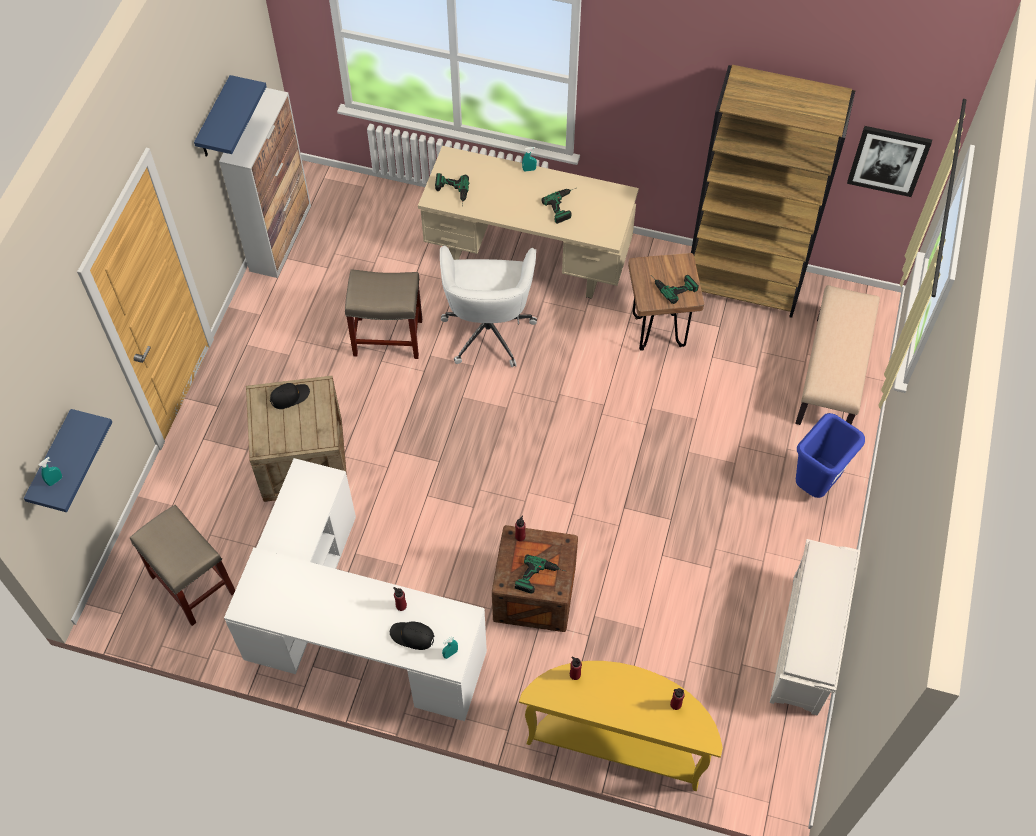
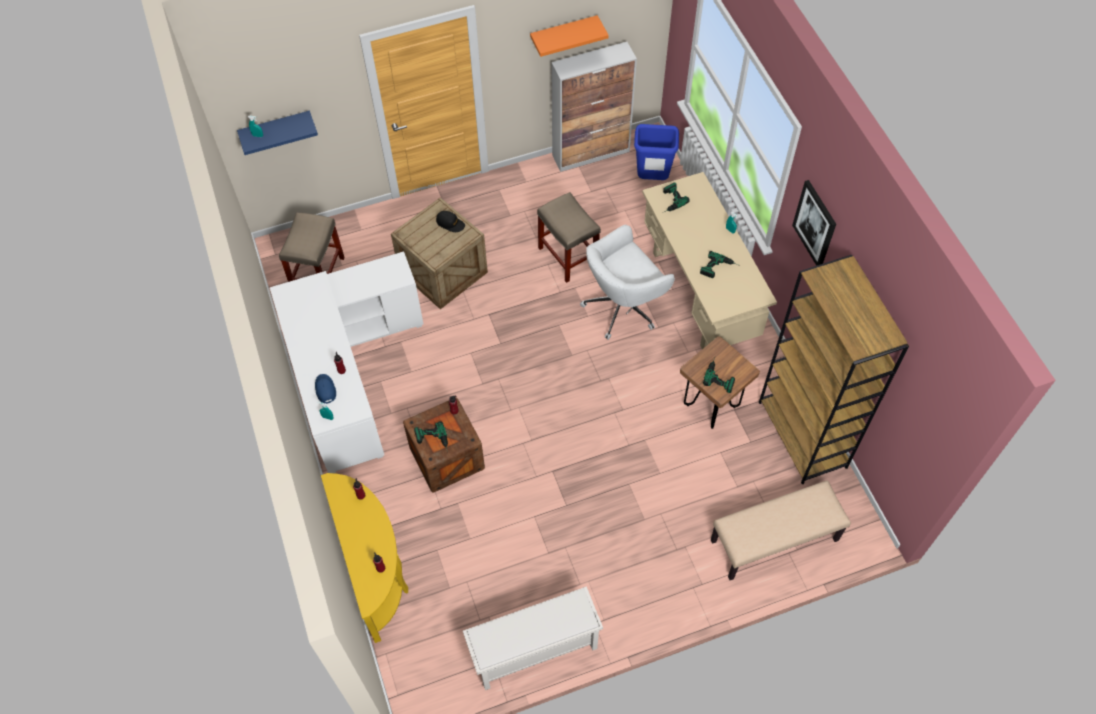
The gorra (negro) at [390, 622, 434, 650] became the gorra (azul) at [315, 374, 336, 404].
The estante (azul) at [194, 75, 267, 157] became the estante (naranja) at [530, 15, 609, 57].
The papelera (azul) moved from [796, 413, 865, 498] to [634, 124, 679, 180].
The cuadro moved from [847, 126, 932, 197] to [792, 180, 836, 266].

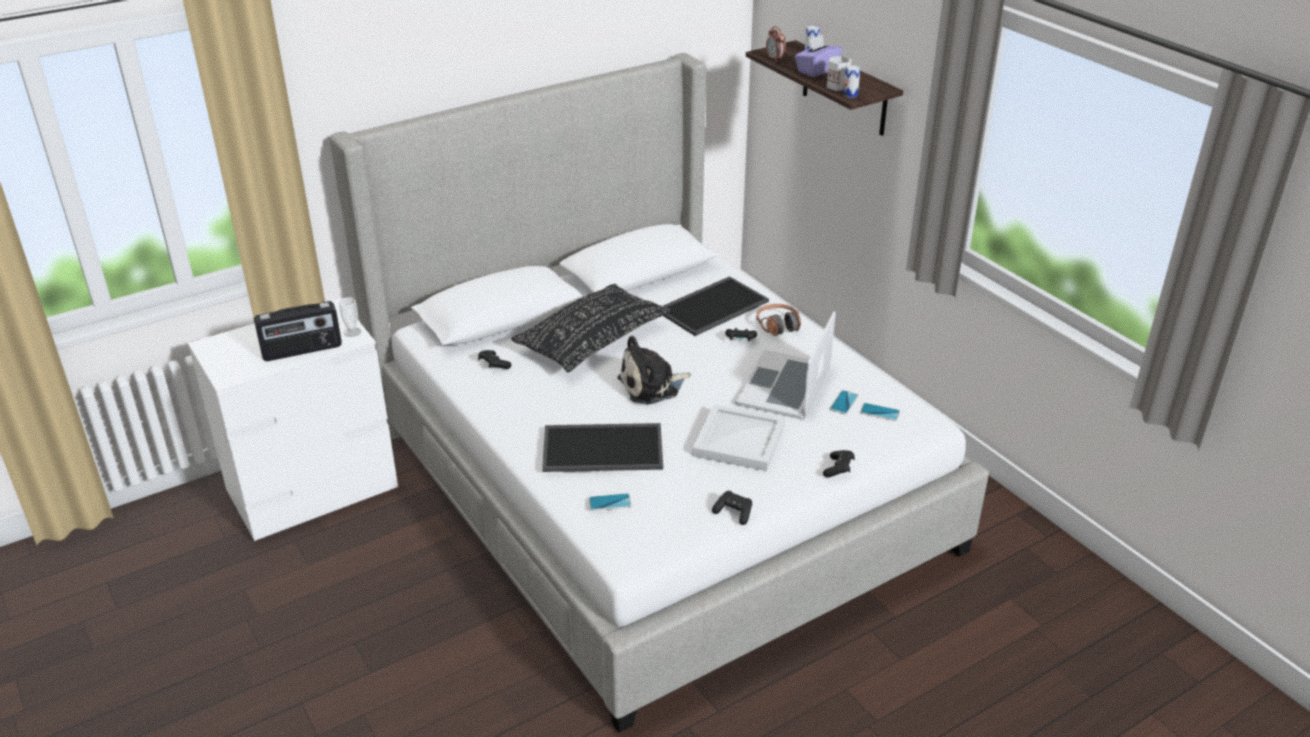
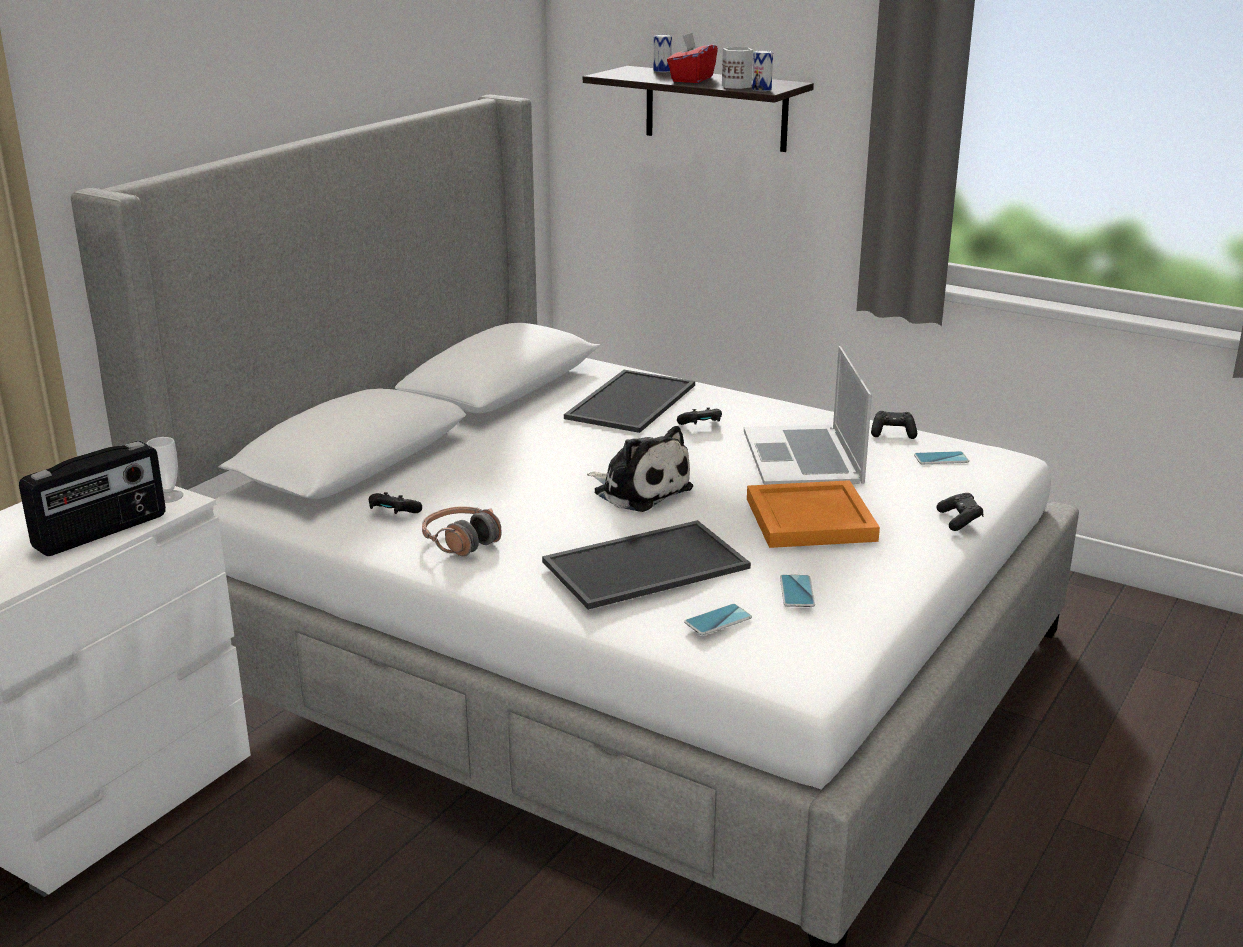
The auriculares moved from [756, 304, 801, 336] to [422, 506, 502, 556].
The peluche at [617, 335, 691, 405] turned 90 degrees counterclockwise.
The caja de pañuelos (morado) at [795, 35, 842, 77] became the caja de pañuelos (rojo) at [667, 33, 718, 83].
The bandeja (blanco) at [692, 404, 785, 471] became the bandeja (naranja) at [747, 480, 880, 548].
The móvil moved from [830, 390, 859, 415] to [780, 575, 815, 607].
The mando de consola (negro) moved from [712, 491, 752, 525] to [871, 411, 917, 439].
The cojín (negro) at [511, 284, 670, 372] disappeared.
The despertador at [766, 26, 786, 62] disappeared.

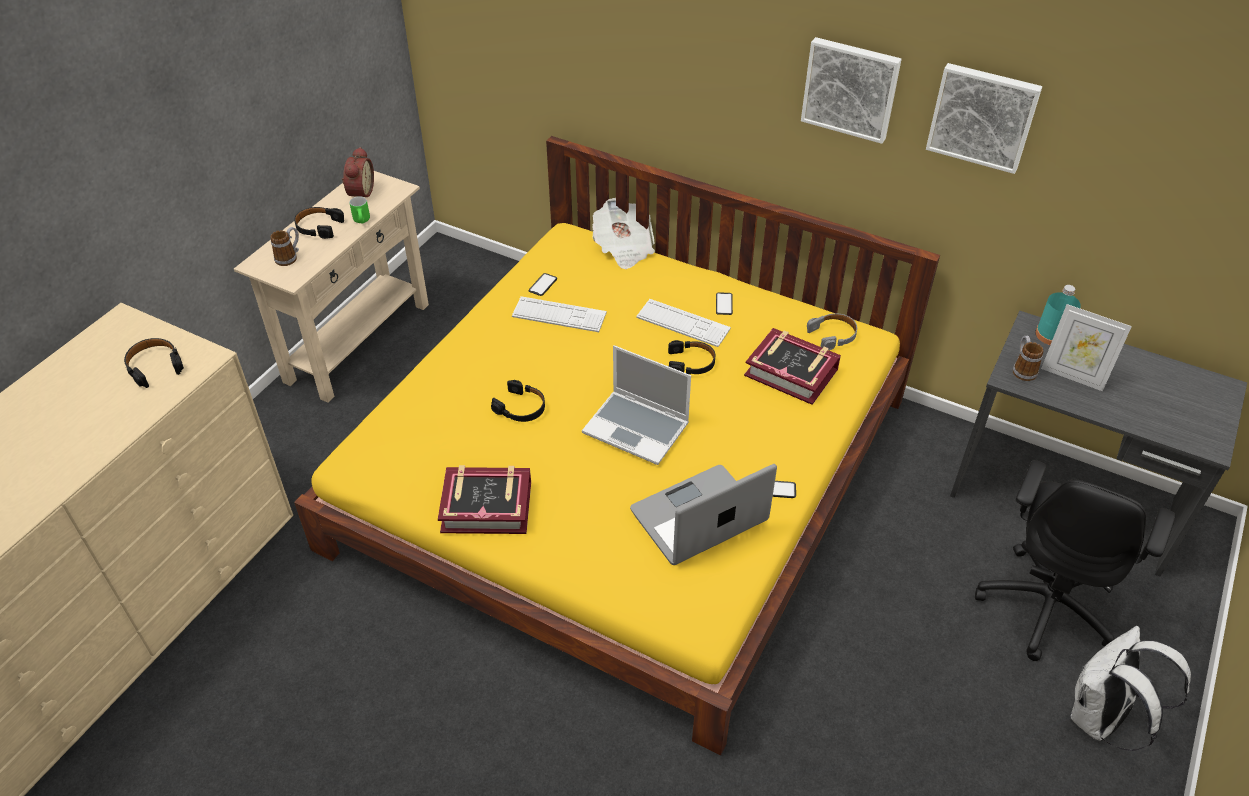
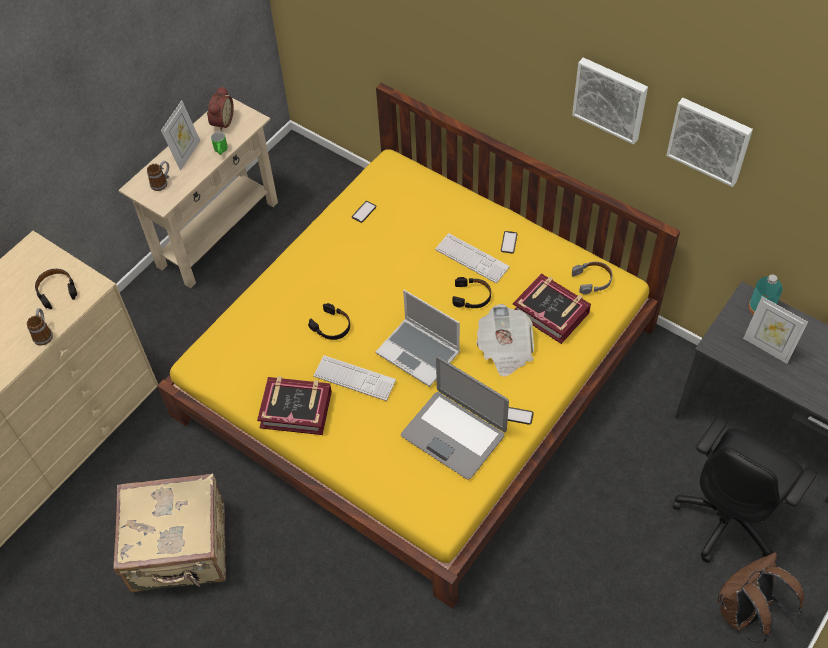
The taza grande moved from [1013, 336, 1043, 381] to [27, 308, 53, 345].
The maleta (beis) at [114, 473, 226, 592] appeared.
The auriculares (negro) at [294, 207, 344, 239] was replaced by the portarretratos at [161, 100, 200, 171].
The teclado moved from [512, 296, 607, 332] to [313, 355, 396, 401].
The portátil at [630, 464, 777, 565] turned 120 degrees counterclockwise.
The periódico moved from [592, 198, 655, 269] to [476, 304, 534, 377].
The mochila (blanco) at [1070, 626, 1191, 751] became the mochila (marrón) at [717, 552, 804, 643].

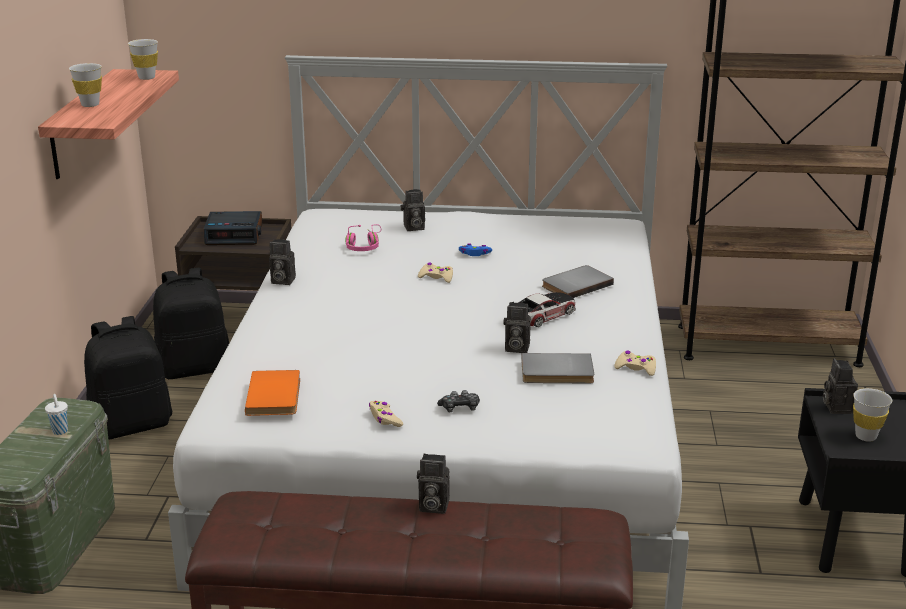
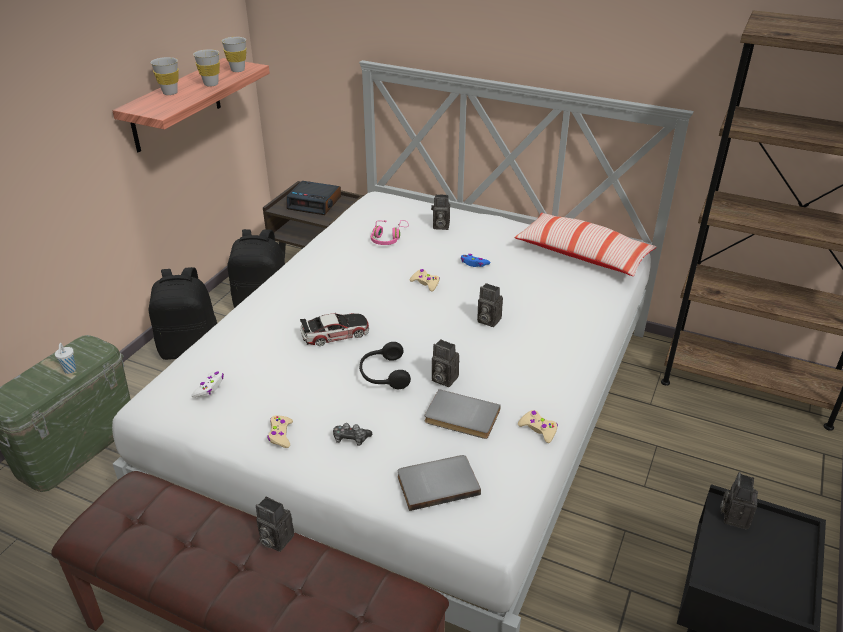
The libro (naranja) at [245, 370, 300, 416] was replaced by the mando de consola (blanco) at [191, 371, 224, 398].
The taza (blanco) moved from [853, 388, 892, 442] to [193, 49, 220, 87].
The coche de juguete moved from [511, 292, 576, 327] to [300, 313, 369, 346].
The auriculares (negro) at [359, 342, 411, 389] appeared.
The libro (gris) moved from [542, 265, 614, 298] to [398, 455, 481, 511].
The cámara moved from [269, 239, 296, 285] to [477, 283, 503, 327].
The cojín at [515, 213, 657, 276] appeared.

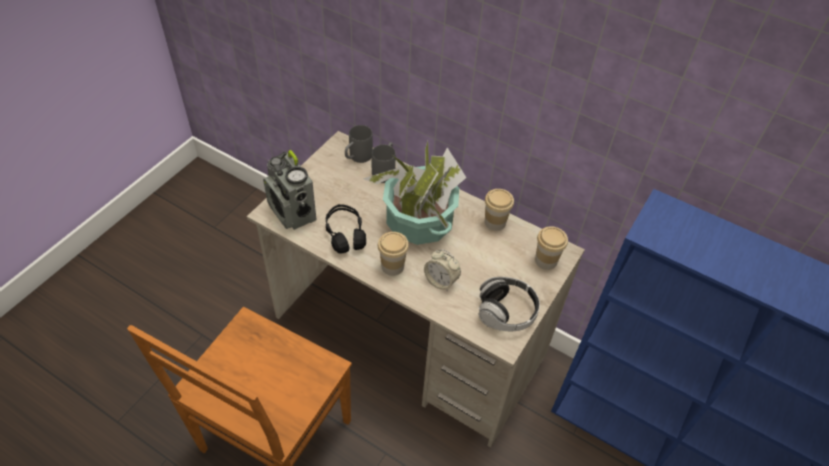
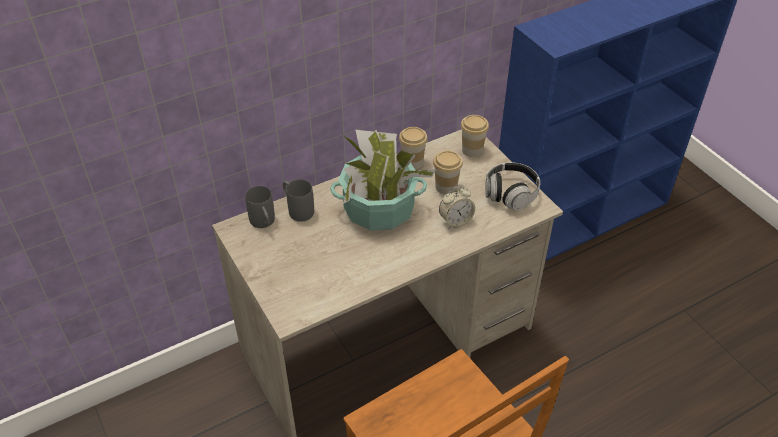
The taza moved from [378, 232, 409, 276] to [433, 151, 463, 195].
The radio at [263, 150, 317, 230] disappeared.
The auriculares (negro) at [326, 204, 366, 254] disappeared.

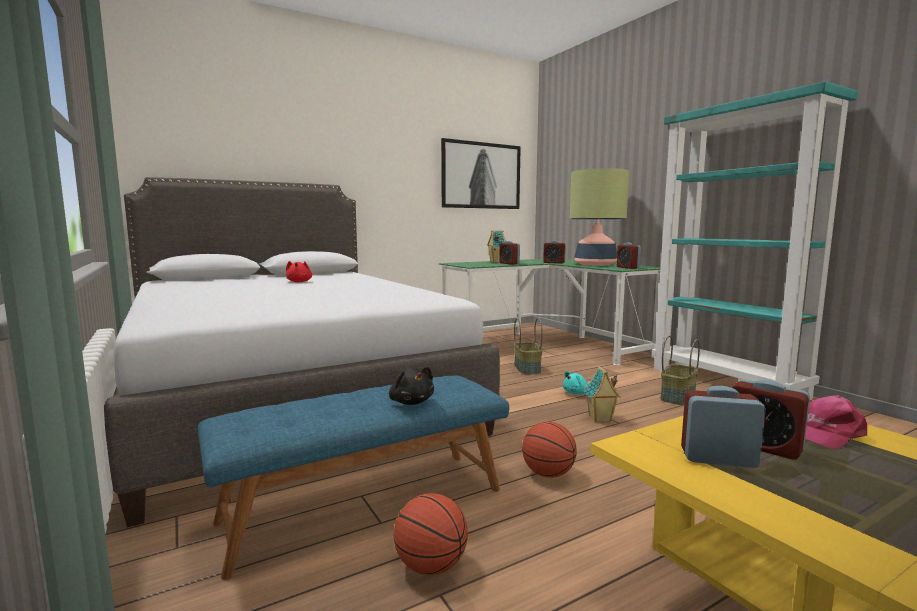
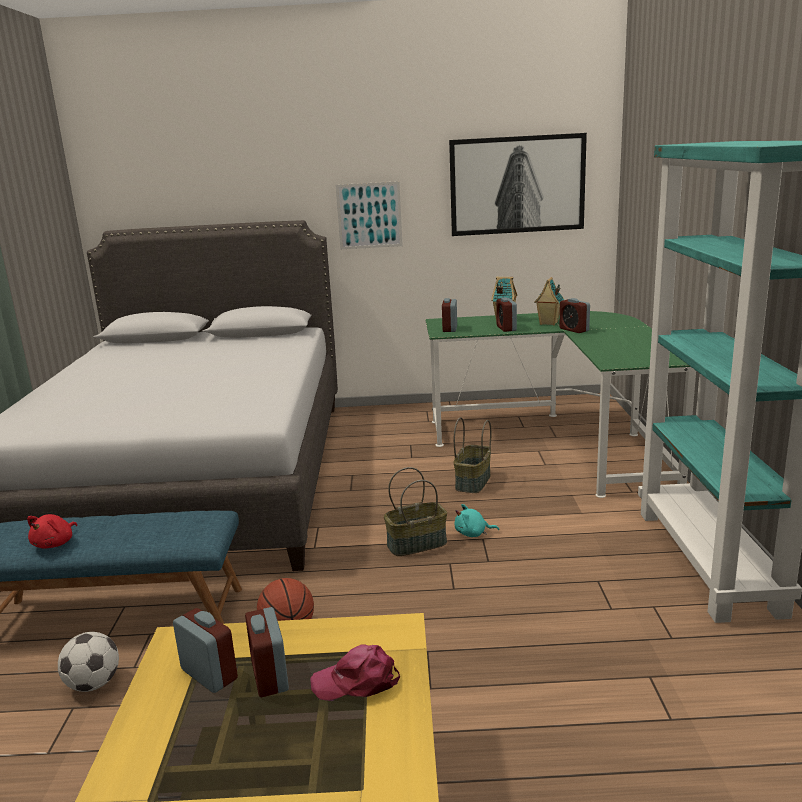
The peluche (rojo) moved from [286, 261, 312, 282] to [27, 514, 77, 548].
The balón de baloncesto at [394, 493, 468, 575] was replaced by the balón de fútbol at [58, 632, 119, 692].
The cuadro at [336, 181, 403, 249] appeared.
The cesta moved from [660, 336, 700, 405] to [384, 467, 447, 556].
The despertador moved from [617, 243, 641, 269] to [442, 298, 457, 332].
The casita moved from [583, 366, 621, 422] to [534, 277, 564, 326].
The peluche (negro) at [389, 367, 434, 405] disappeared.
The lámpara de mesa at [570, 168, 629, 266] disappeared.

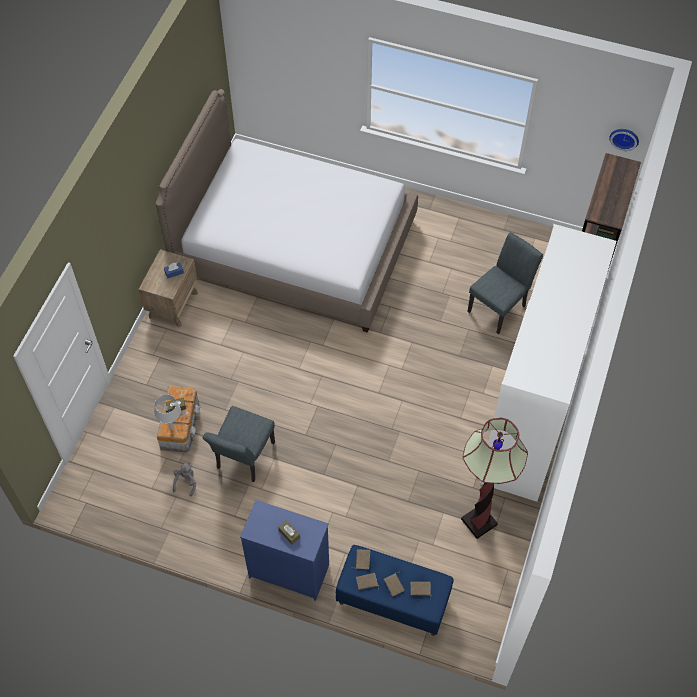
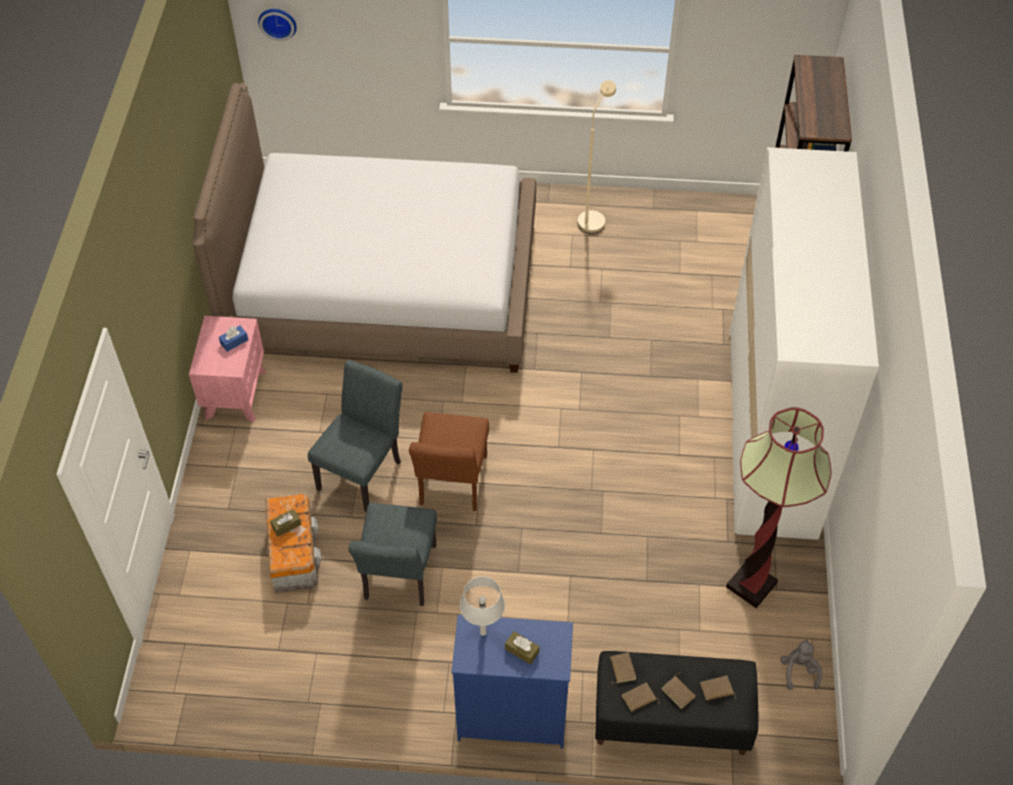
The mesita de noche (marrón) at [139, 249, 198, 328] became the mesita de noche (rosa) at [189, 316, 266, 422].
The reloj de pared moved from [609, 129, 639, 151] to [258, 9, 297, 41].
The silla (gris) moved from [467, 232, 543, 334] to [308, 360, 402, 512].
The silla (marrón) at [409, 412, 489, 511] appeared.
The lámpara de mesa (gris) moved from [154, 394, 181, 430] to [460, 576, 505, 636].
The lámpara de pie (beis) at [578, 80, 616, 234] appeared.
The banco (azul) at [336, 545, 453, 636] became the banco (negro) at [595, 651, 758, 755].
The peluche (gris) moved from [173, 462, 196, 497] to [780, 638, 822, 690].

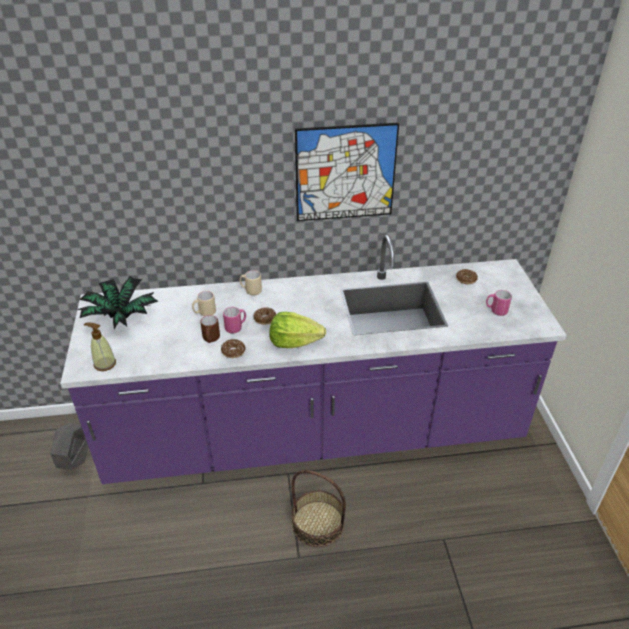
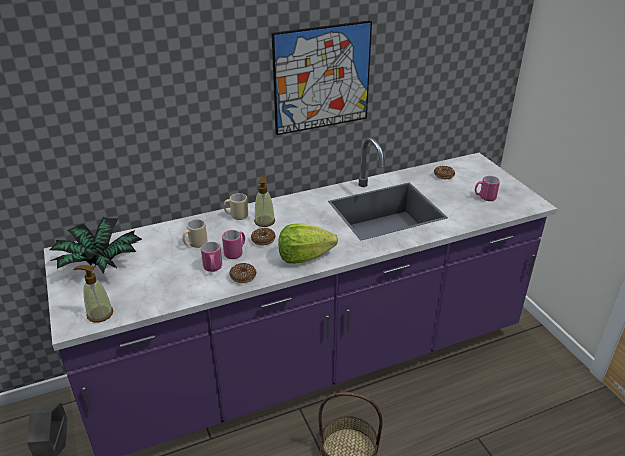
The taza grande (marrón) at [200, 315, 220, 343] became the taza grande (rosa) at [201, 242, 222, 272].
The dispensador de jabón at [254, 175, 275, 227] appeared.

